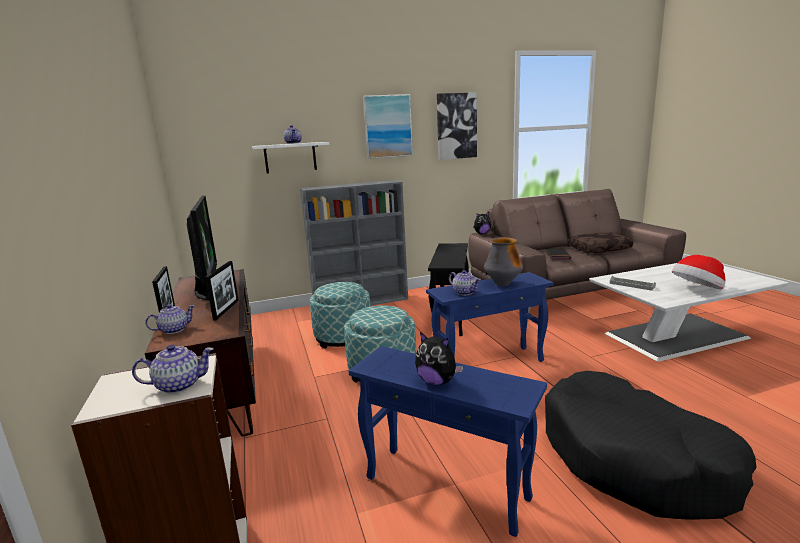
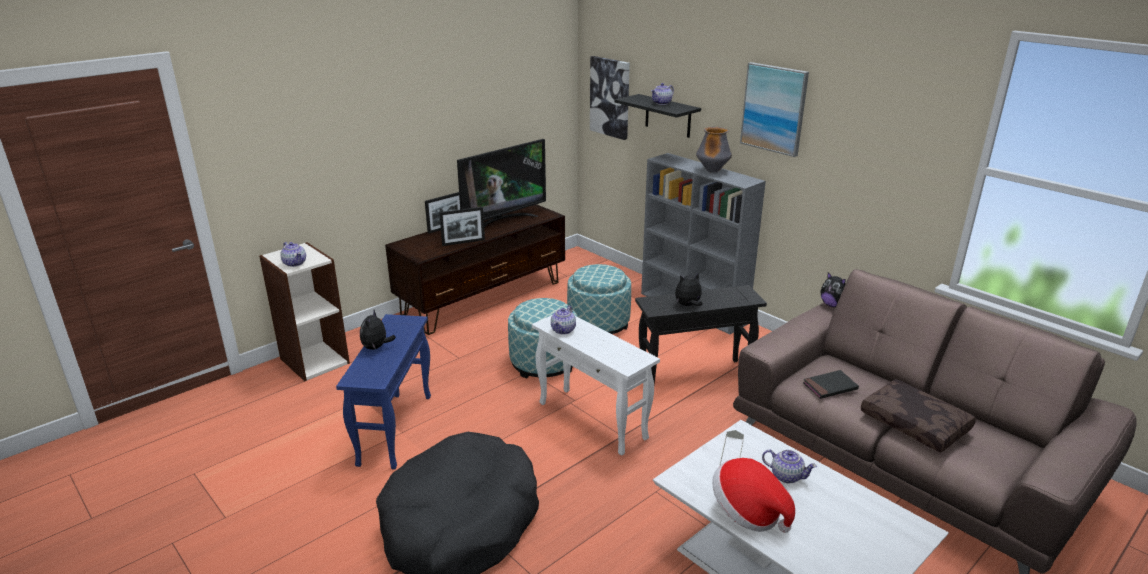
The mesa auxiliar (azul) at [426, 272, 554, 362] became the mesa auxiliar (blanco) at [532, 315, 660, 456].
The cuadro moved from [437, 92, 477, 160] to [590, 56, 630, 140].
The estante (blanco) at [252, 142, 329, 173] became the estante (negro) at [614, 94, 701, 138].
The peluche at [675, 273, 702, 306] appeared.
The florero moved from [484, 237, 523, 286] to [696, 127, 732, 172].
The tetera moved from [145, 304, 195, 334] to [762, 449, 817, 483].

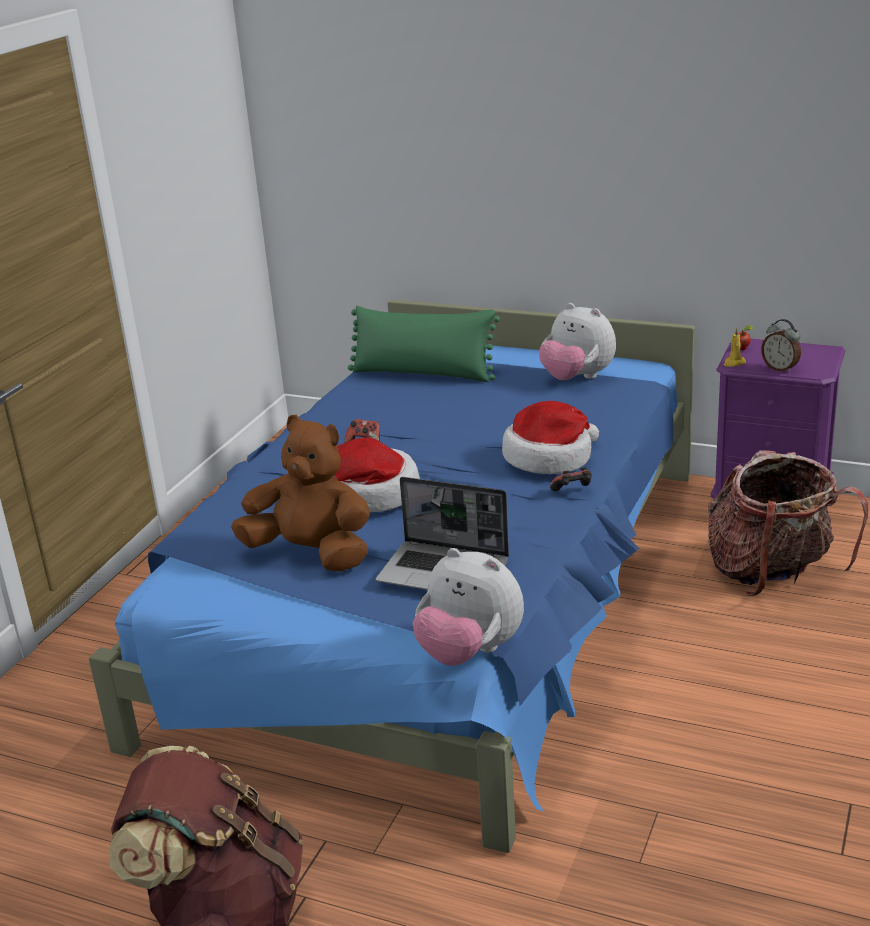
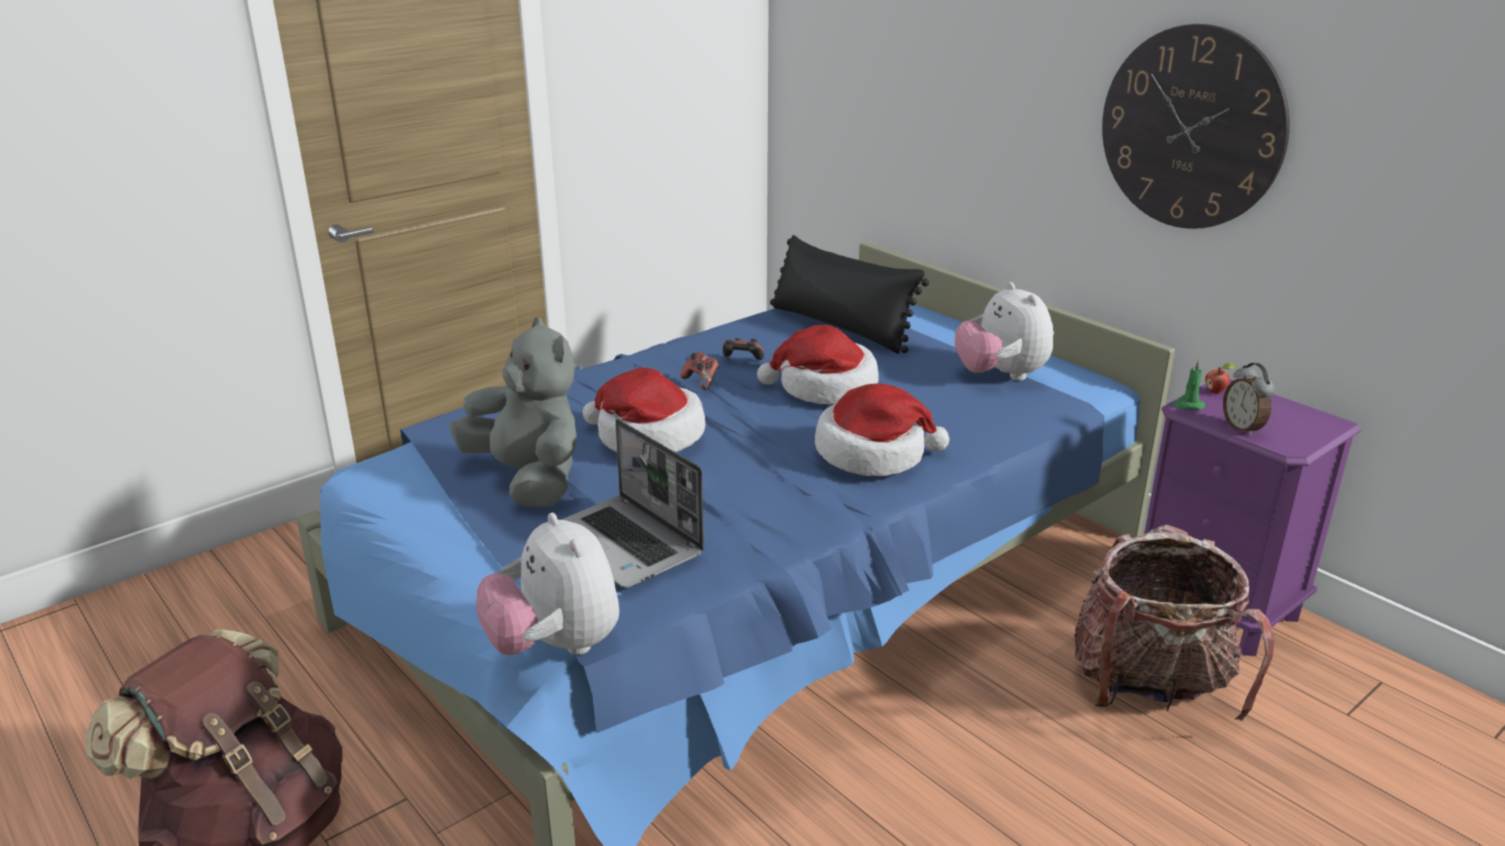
The peluche (marrón) at [231, 415, 370, 572] became the peluche (gris) at [450, 317, 577, 507].
The mando de consola moved from [550, 467, 592, 491] to [723, 338, 764, 360].
The sombrero at [757, 325, 879, 404] appeared.
The cojín (verde) at [348, 306, 500, 382] became the cojín (negro) at [770, 235, 929, 354].
The reloj de pared at [1102, 24, 1290, 229] appeared.
The vela (amarillo) at [723, 327, 746, 367] became the vela (verde) at [1172, 360, 1205, 410].

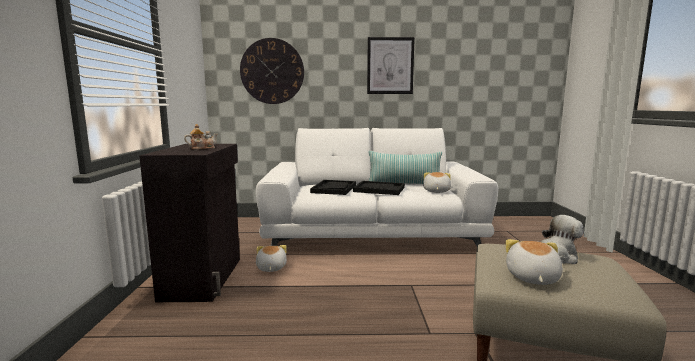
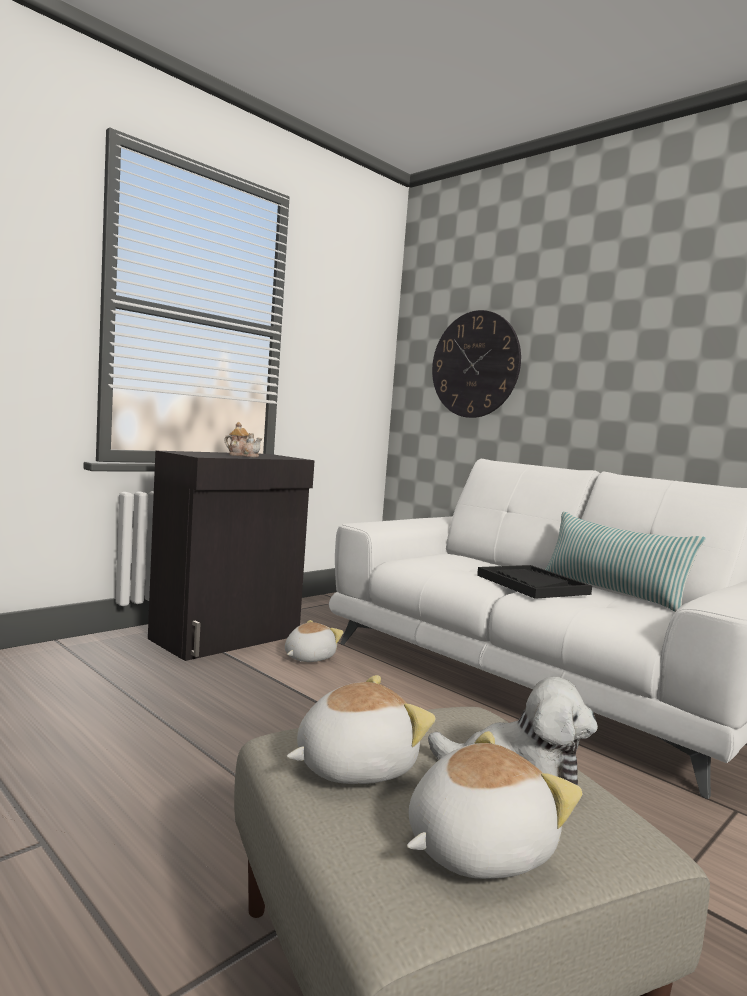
The peluche moved from [423, 172, 451, 193] to [407, 731, 582, 879].
The bandeja (negro) at [310, 180, 356, 195] disappeared.
The cuadro at [367, 37, 415, 94] disappeared.

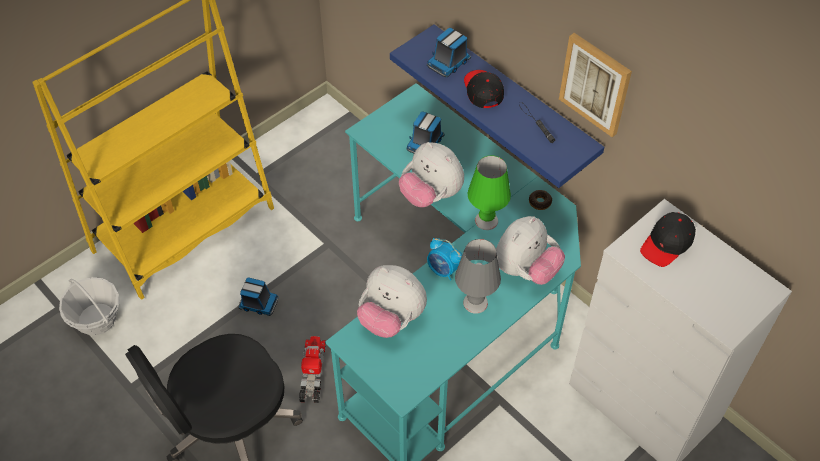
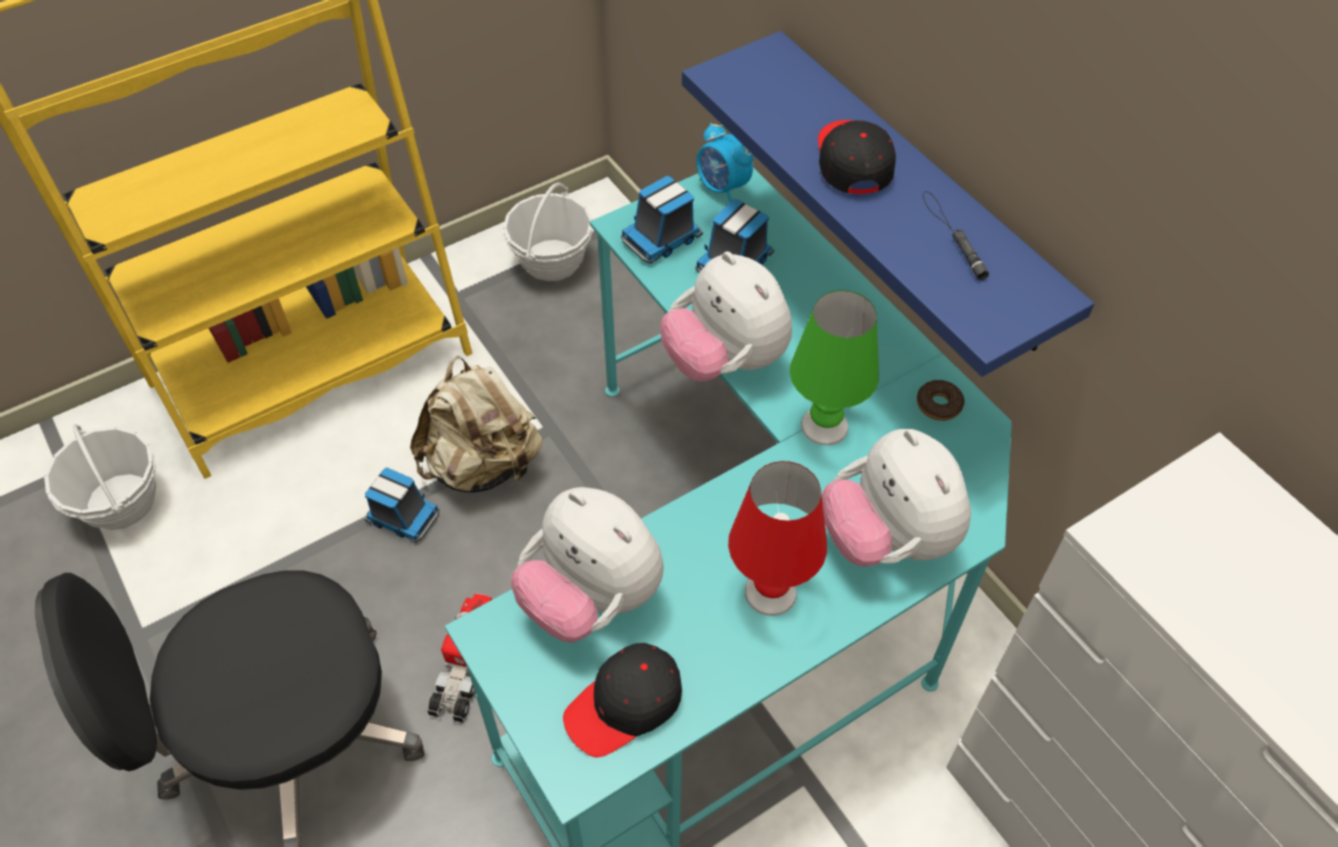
The mochila (beis) at [410, 356, 542, 492] appeared.
The cesta at [503, 183, 593, 281] appeared.
The gorra (negro) moved from [640, 212, 696, 267] to [563, 643, 682, 758].
The camión de juguete moved from [427, 28, 471, 77] to [621, 176, 703, 264].
The despertador moved from [427, 238, 462, 281] to [696, 123, 754, 202].
The lámpara de mesa (gris) at [455, 239, 501, 314] became the lámpara de mesa (rojo) at [728, 461, 827, 616].
The peluche at [496, 216, 565, 285] turned 105 degrees clockwise.
The cuadro at [559, 33, 632, 137] disappeared.

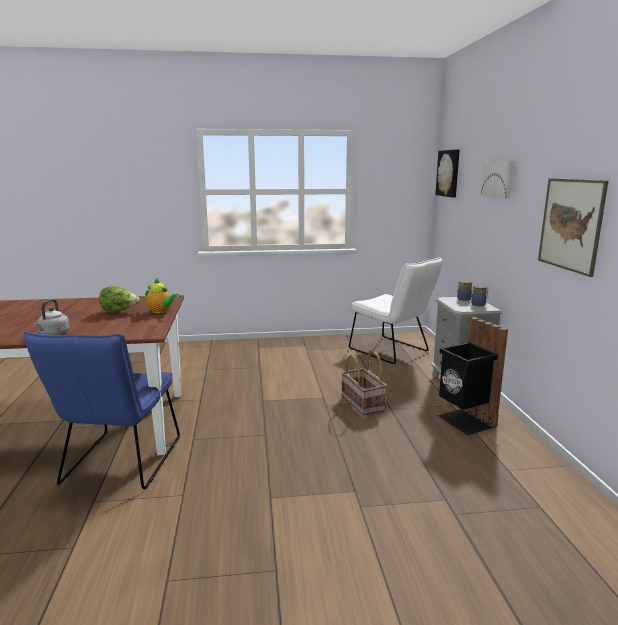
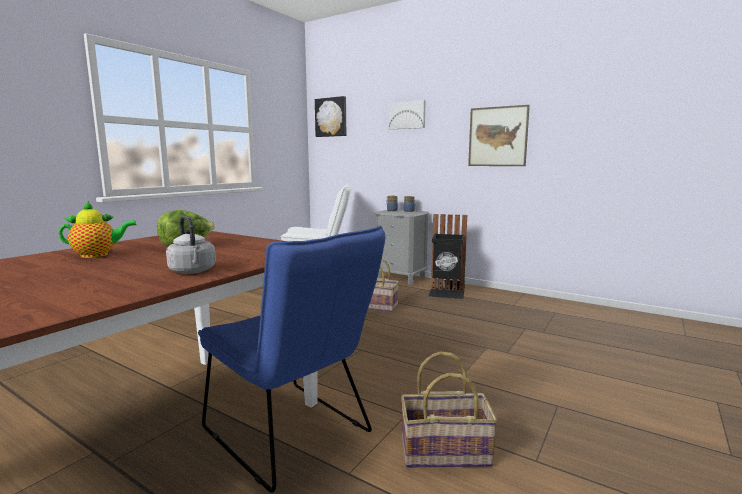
The tetera moved from [145, 278, 179, 313] to [58, 201, 137, 258].
The cesta at [401, 351, 497, 468] appeared.

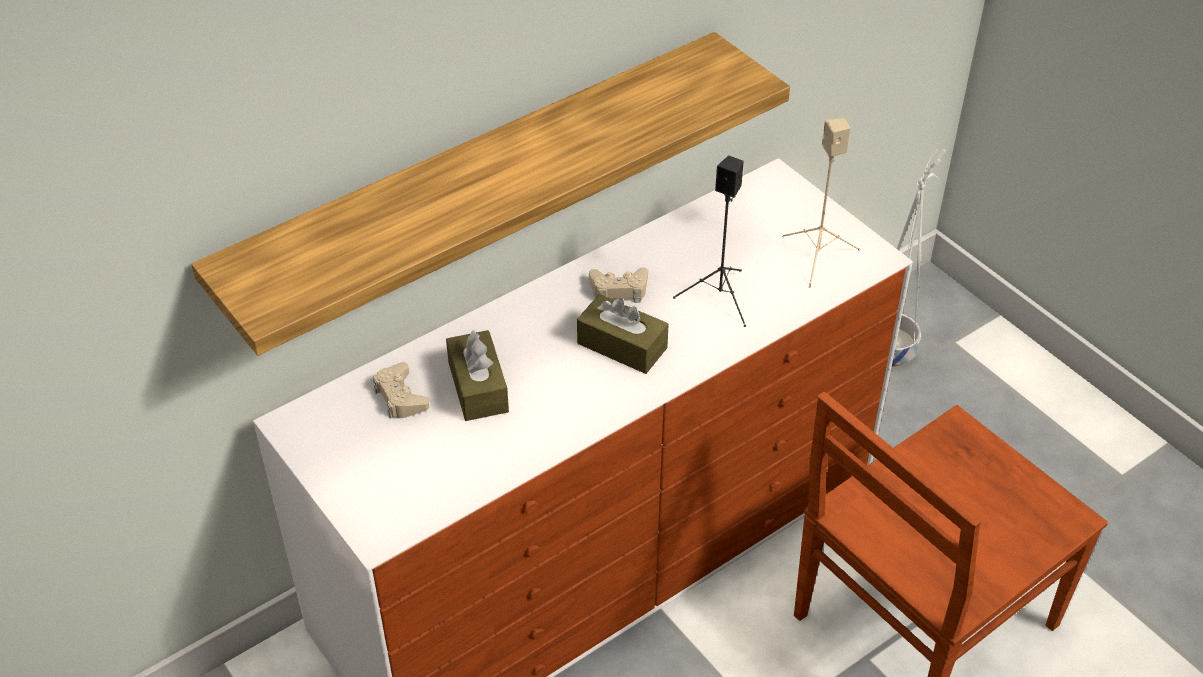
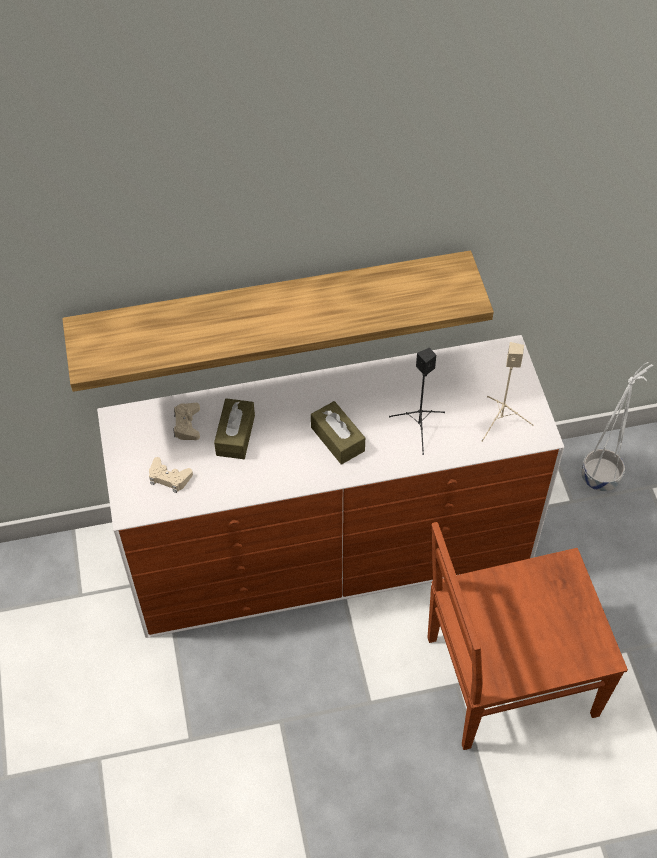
The mando de consola (beis) moved from [589, 267, 648, 303] to [149, 457, 193, 493].

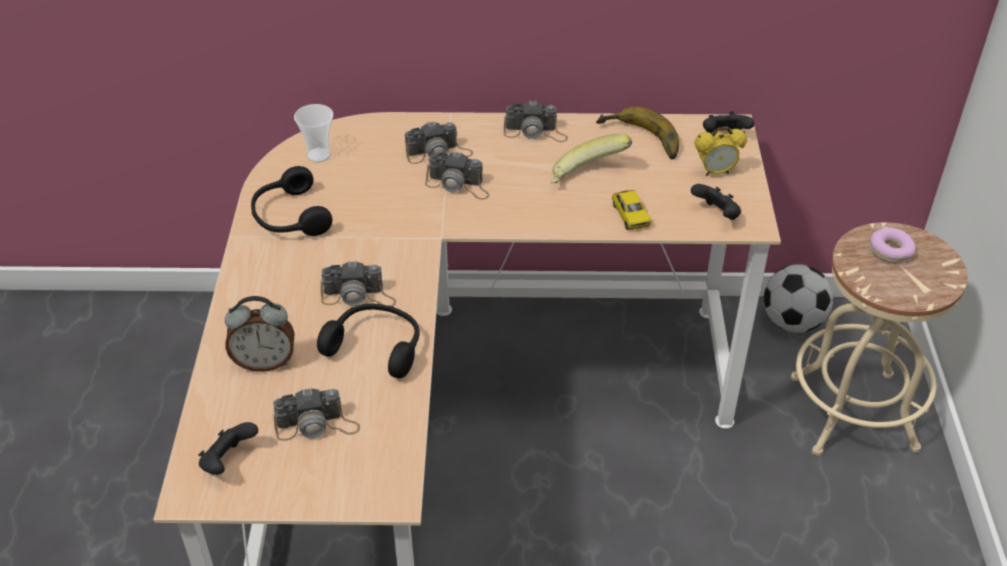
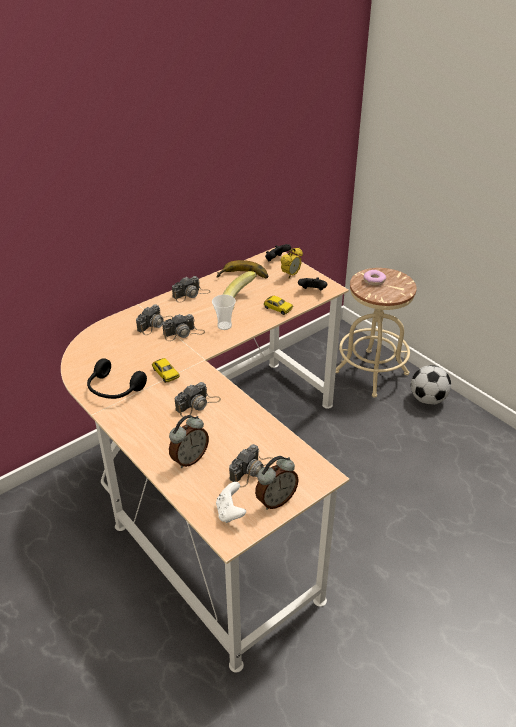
The coche de juguete at [152, 358, 180, 383] appeared.
The taza moved from [294, 104, 333, 163] to [212, 295, 236, 330].
The mando de consola (negro) at [198, 422, 258, 475] became the mando de consola (blanco) at [216, 482, 246, 523].
The despertador at [255, 456, 299, 510] appeared.
The balón de fútbol moved from [764, 264, 833, 333] to [411, 365, 451, 405].
The auriculares (negro) at [317, 304, 420, 378] disappeared.

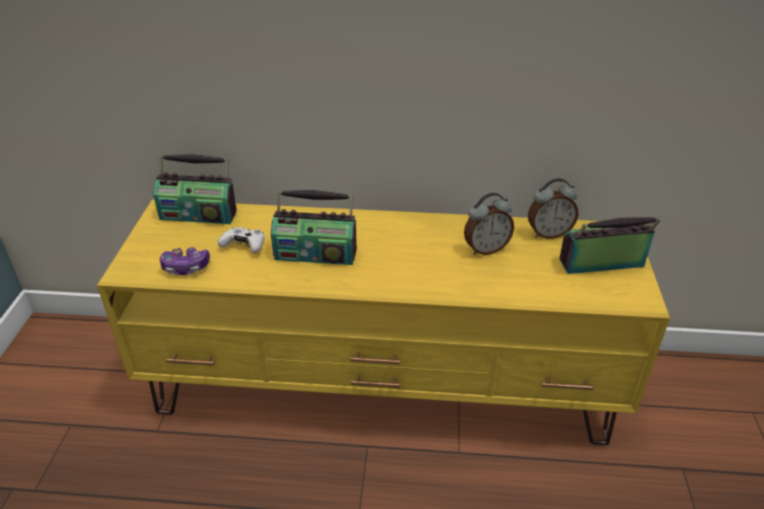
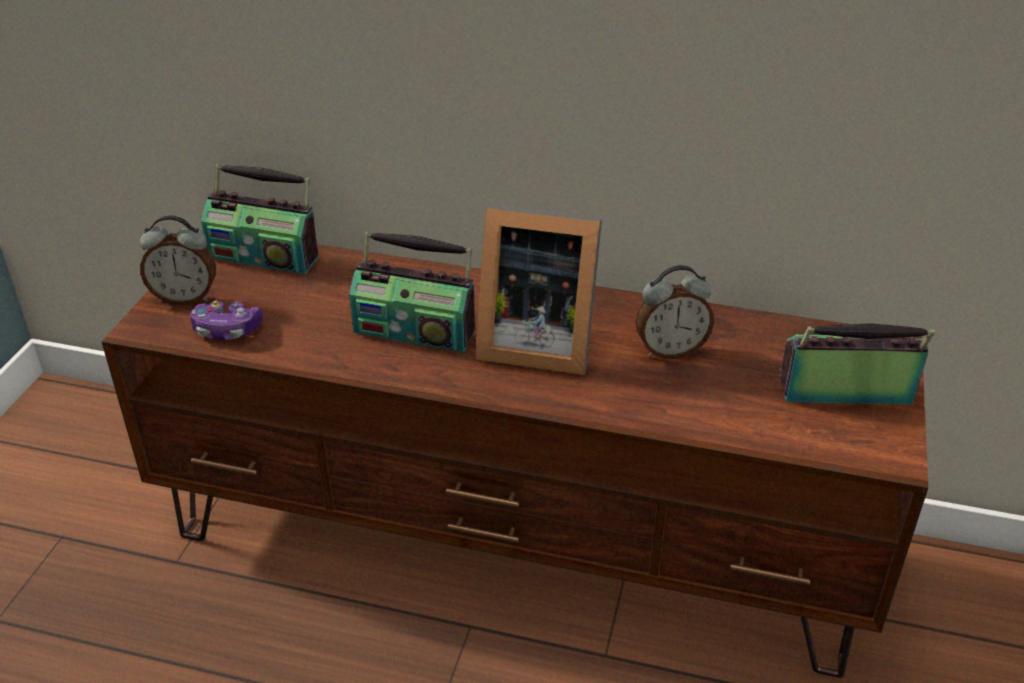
The mueble de televisión (amarillo) at [97, 199, 670, 445] became the mueble de televisión (marrón) at [101, 231, 928, 678].
The despertador moved from [528, 178, 578, 239] to [140, 215, 216, 305].
The portarretratos at [476, 205, 602, 375] appeared.
The mando de consola (blanco) at [218, 227, 265, 254] disappeared.

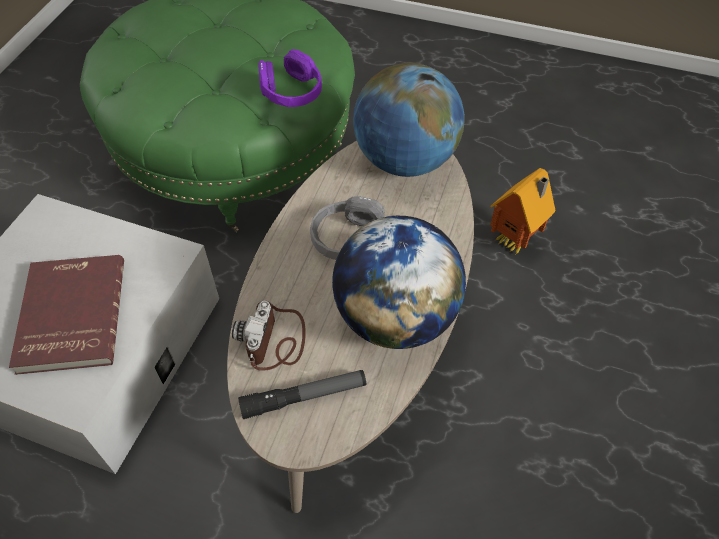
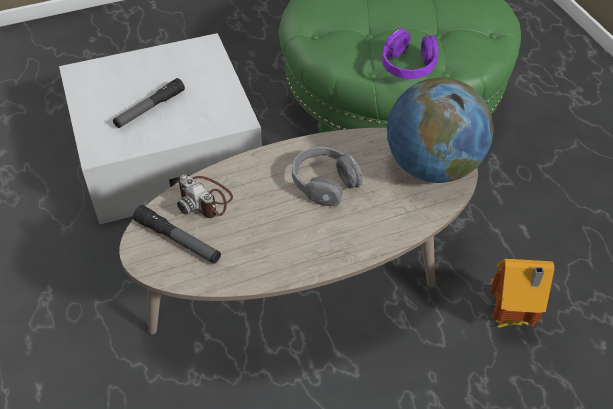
The libro (rojo) at [9, 255, 124, 375] was replaced by the linterna at [113, 78, 185, 128].
The cámara at [232, 301, 306, 371] turned 105 degrees counterclockwise.
The globo terráqueo at [332, 216, 466, 349] disappeared.

